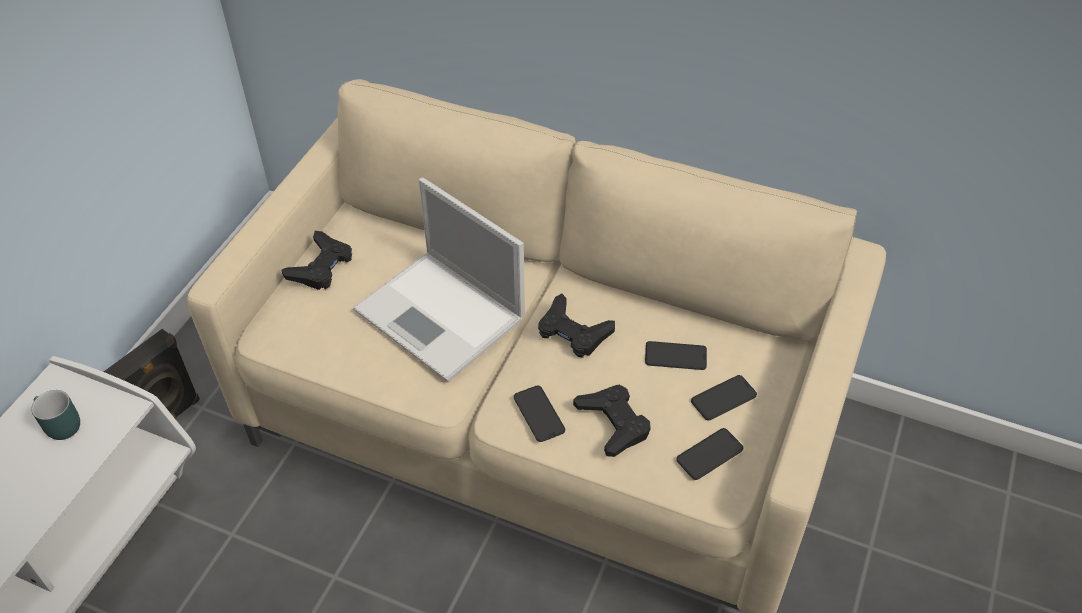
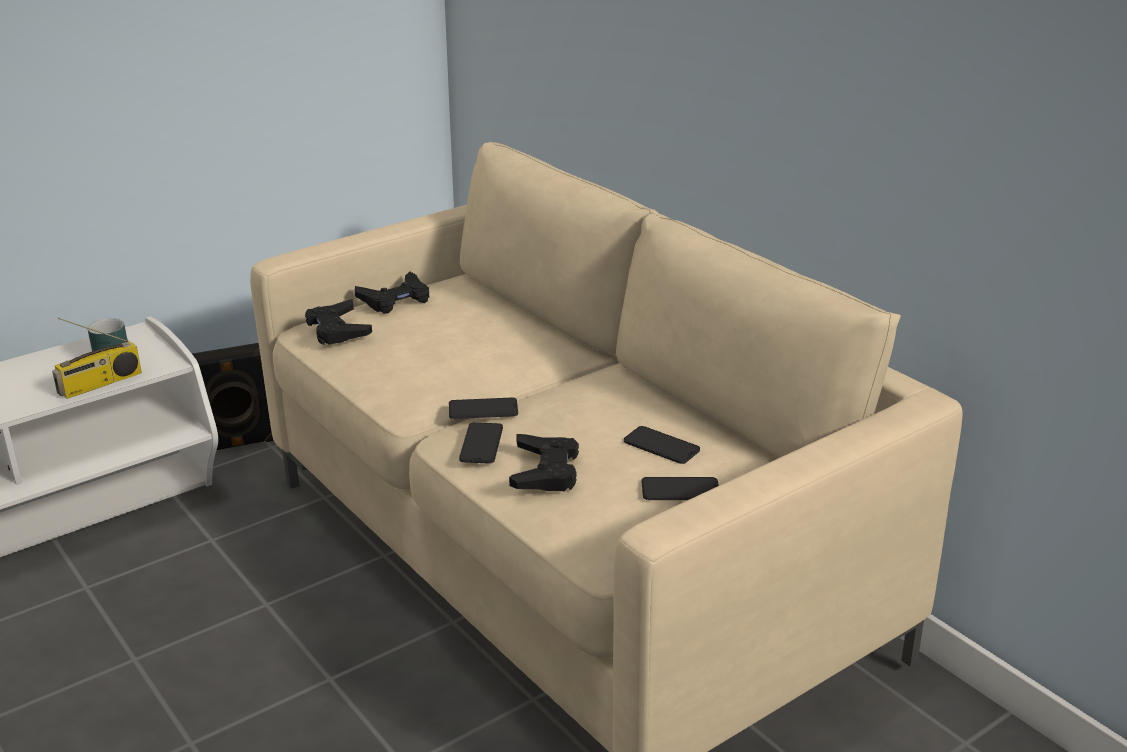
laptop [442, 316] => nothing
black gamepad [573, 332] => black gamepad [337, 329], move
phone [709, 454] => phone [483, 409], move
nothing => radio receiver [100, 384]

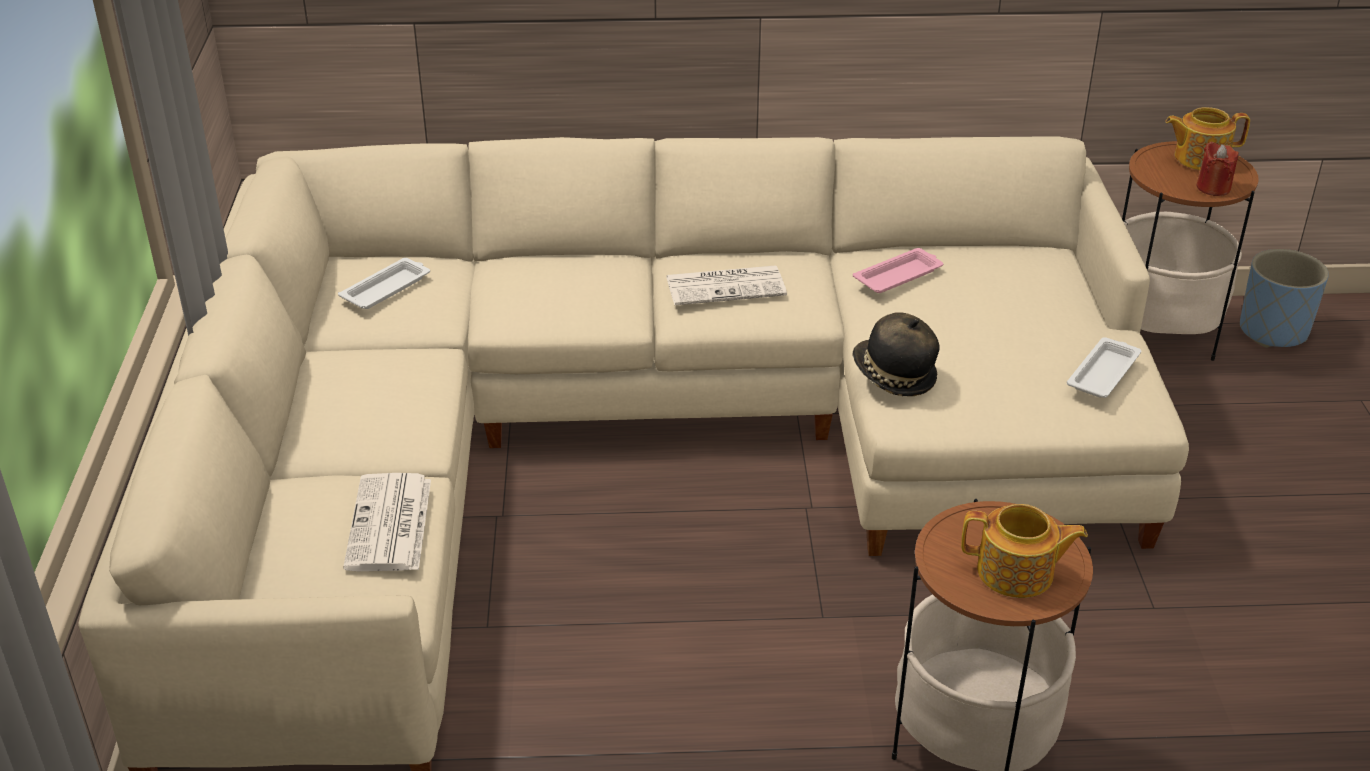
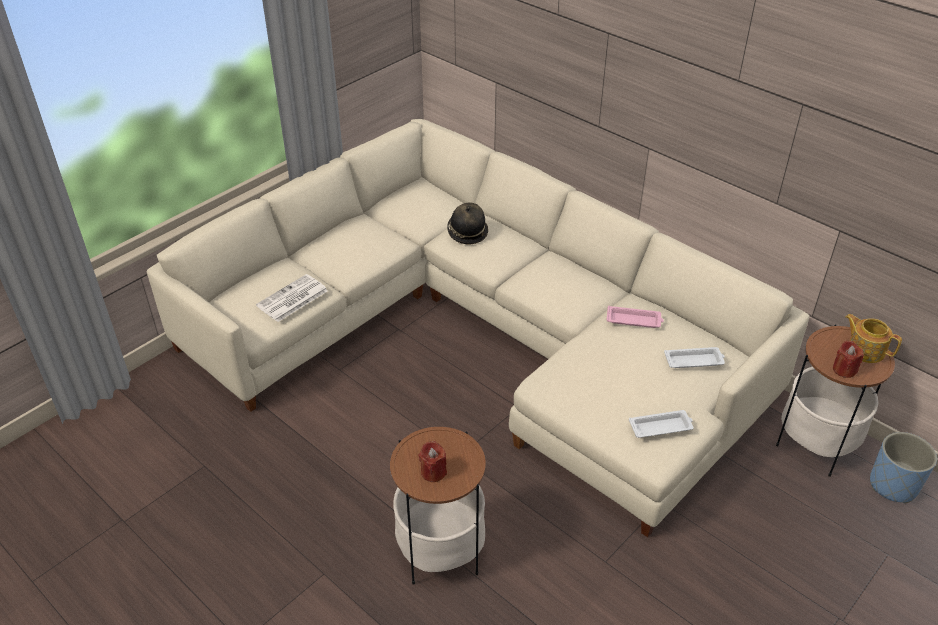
white tray [387, 288] => white tray [694, 361], move
newspaper [727, 286] => nothing
hat [893, 376] => hat [467, 232], move
tea pot [1017, 573] => red-coloured candle [433, 472]

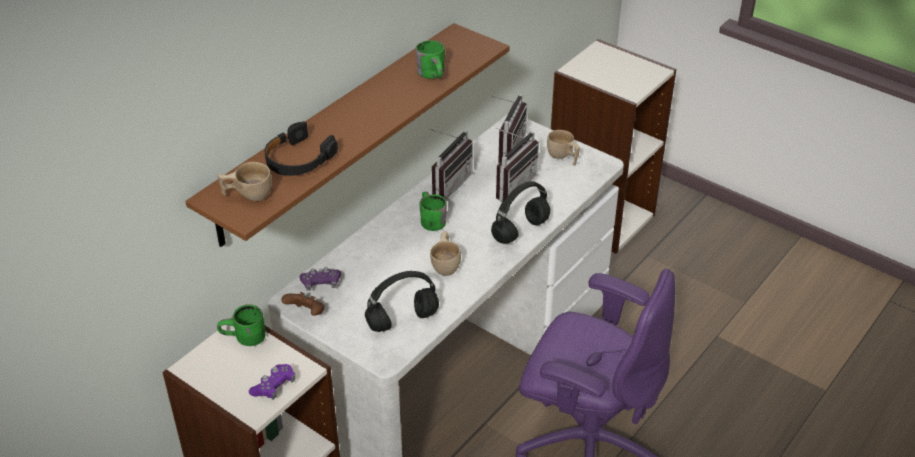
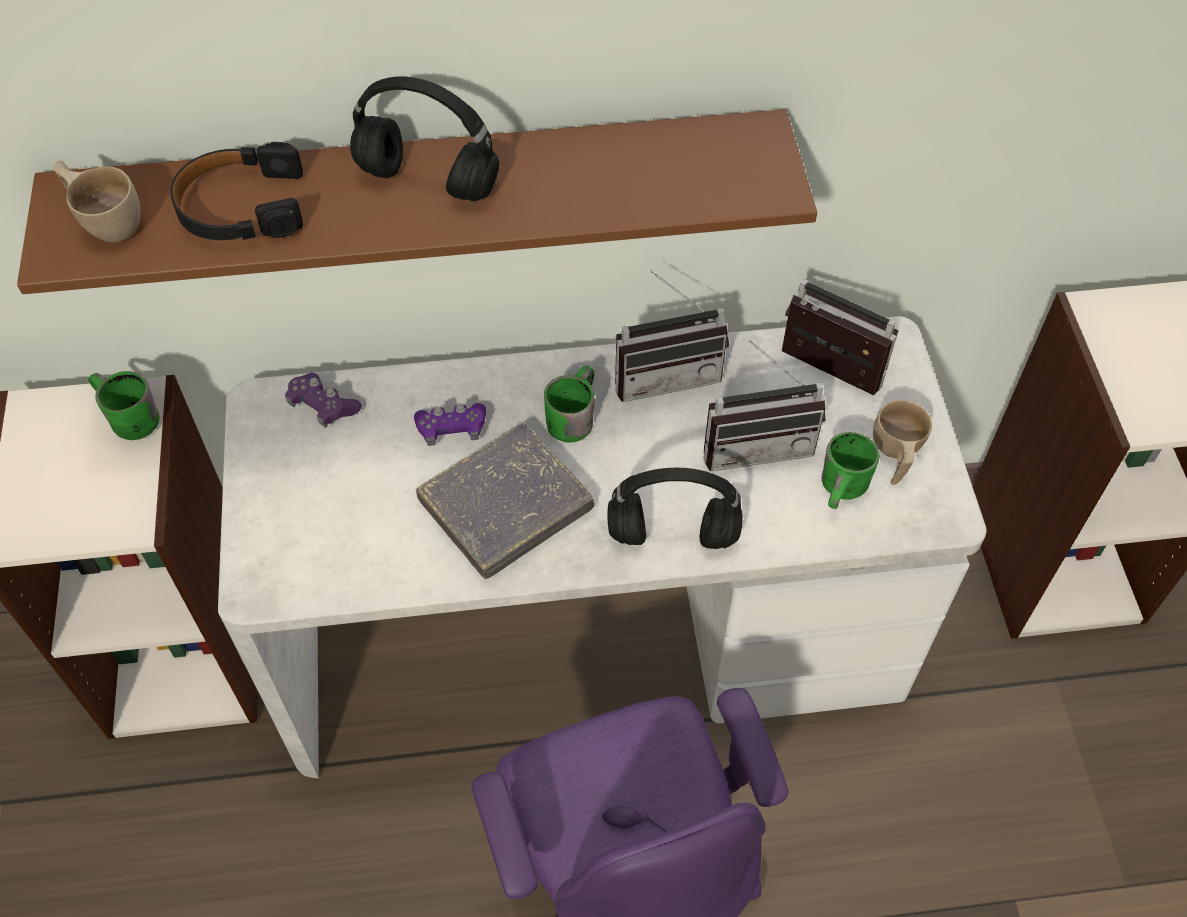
purple-coloured gamepad [274, 387] => purple-coloured gamepad [452, 429], move
brownish gamepad [306, 313] => nothing
black headphones [401, 321] => black headphones [425, 181], move
green-coloured tea mug [435, 75] => green-coloured tea mug [845, 491], move
beige-coloured drinking cup [446, 264] => grey book [506, 505]
radio receiver [505, 148] => radio receiver [824, 375], 120 degrees counterclockwise

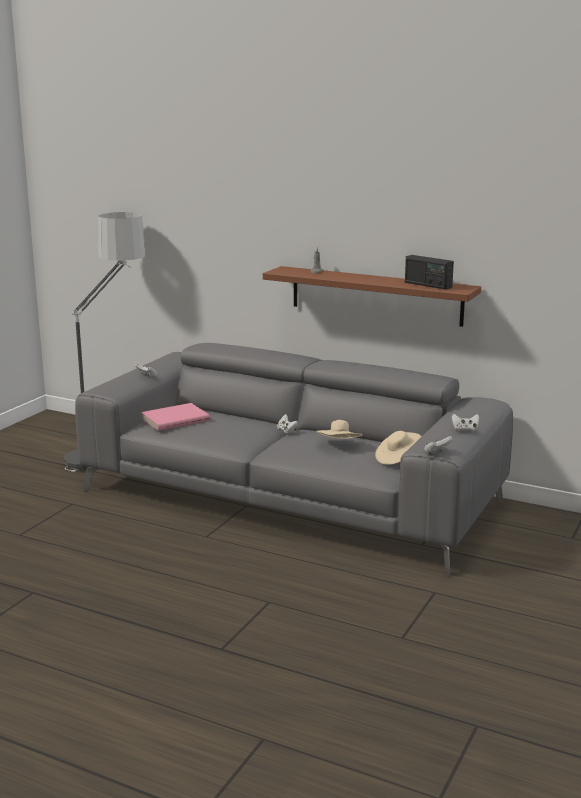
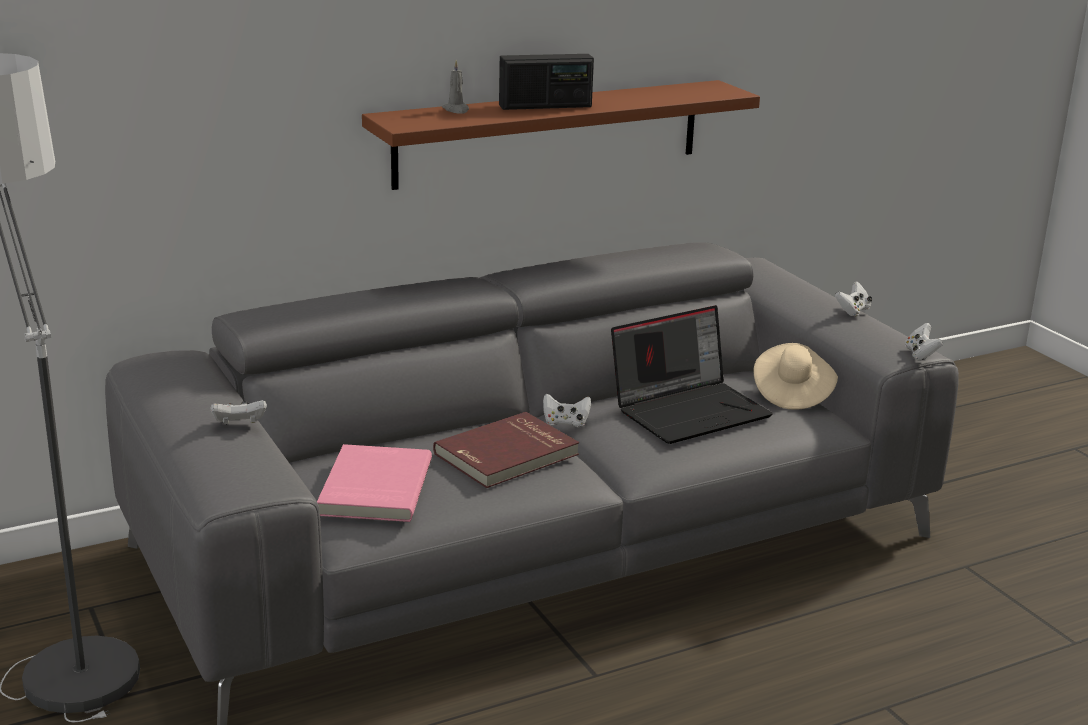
beige-coloured hat [339, 445] => laptop [690, 410]
radio receiver [428, 285] => radio receiver [545, 106], move
nothing => red-coloured book [508, 455]

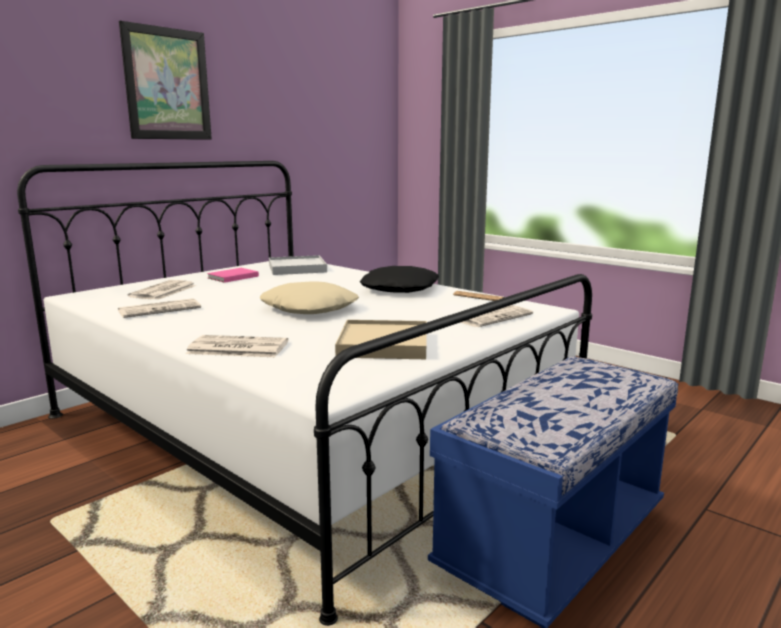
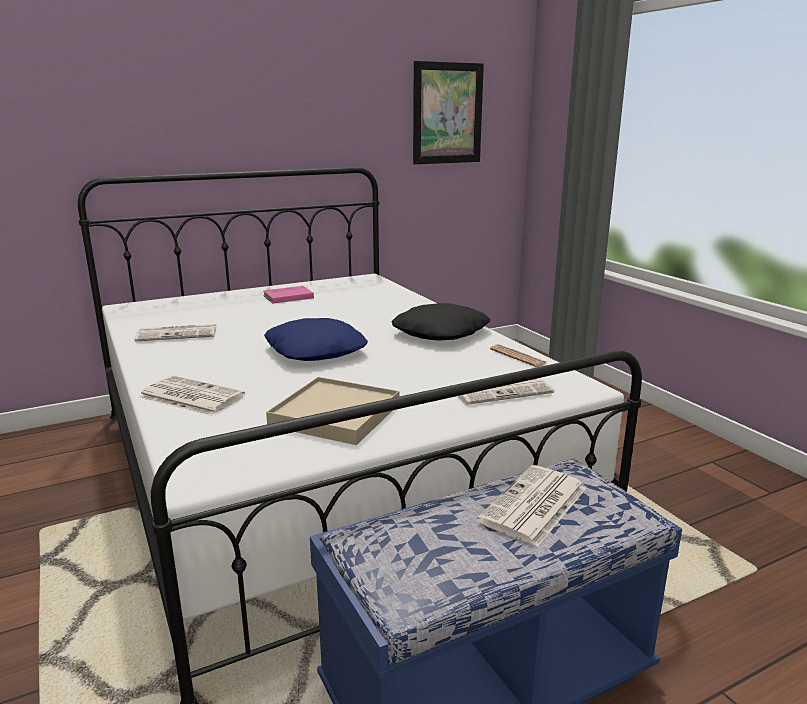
wall picture [167, 84] => wall picture [447, 113], move
newspaper [163, 291] => newspaper [534, 506], move
beige-coloured pillow [310, 308] => bluish pillow [316, 350]
white tray [297, 268] => nothing

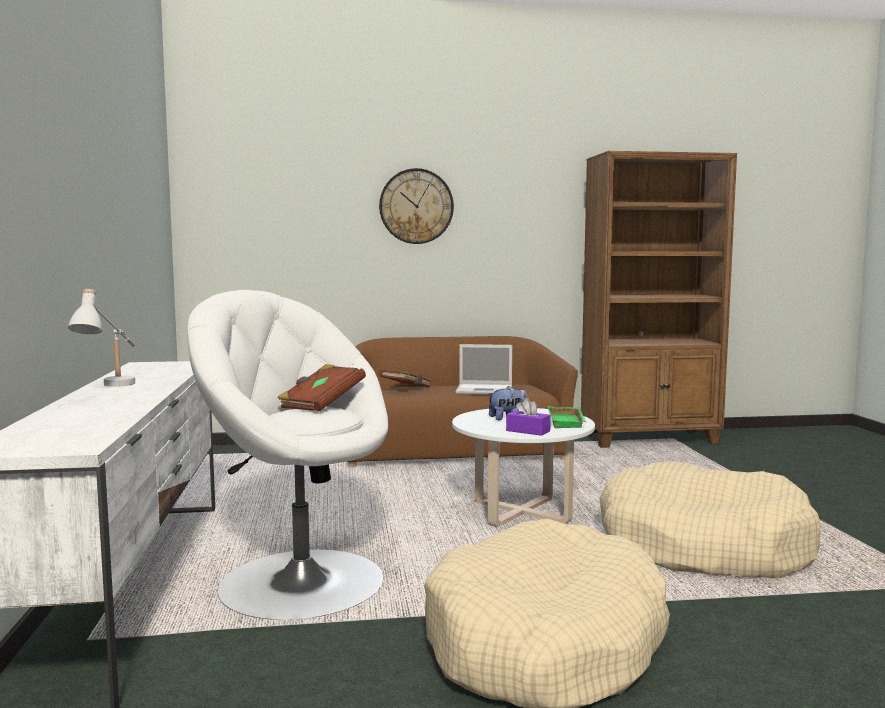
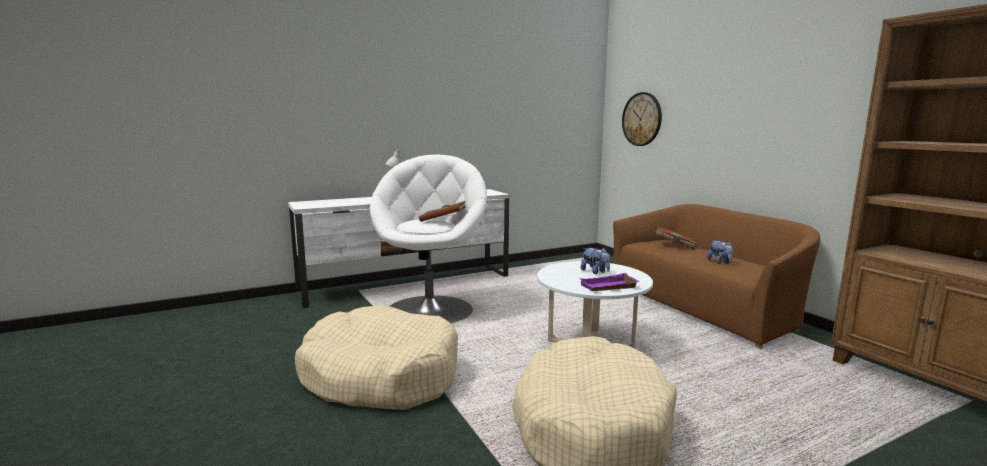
wall clock [416, 206] => wall clock [642, 119], move
laptop [485, 390] => plush toy [720, 262]
purple-coloured tissue box [528, 431] => nothing
green-coloured tray [568, 422] => purple-coloured tray [608, 287]

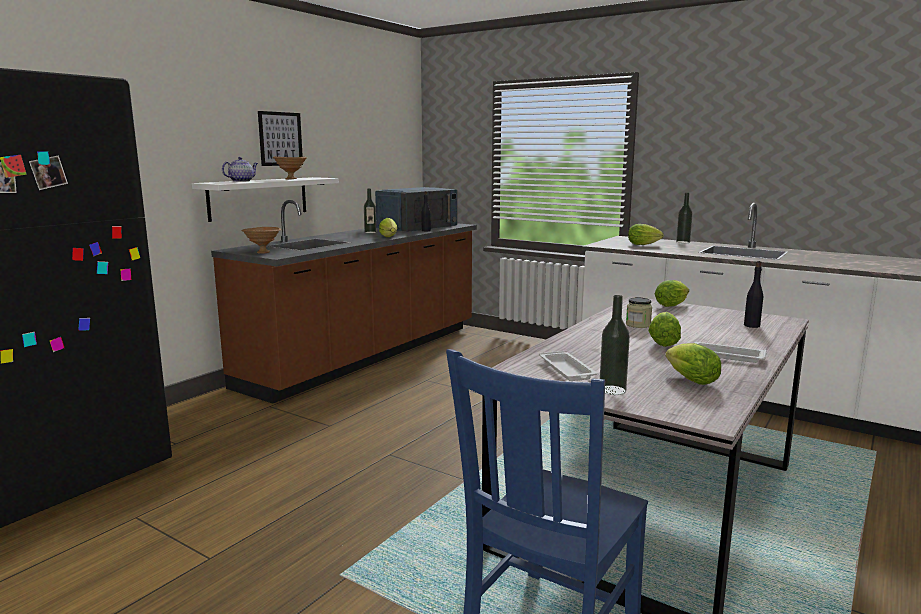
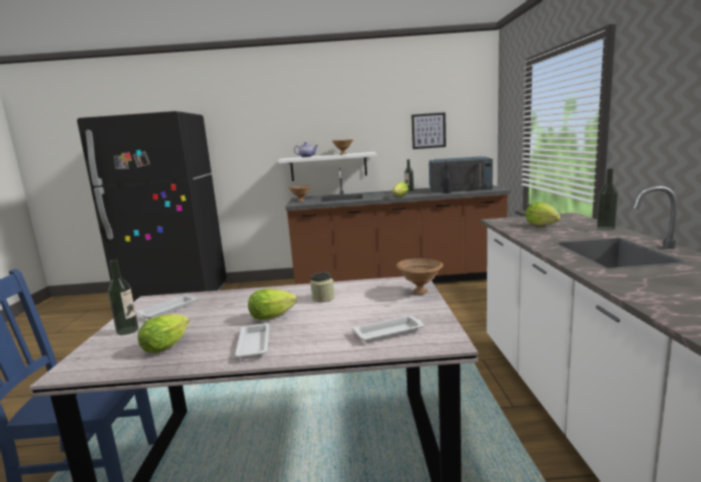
wall picture [280, 139] => wall picture [428, 131], move
lettuce [672, 305] => brownish serving bowl [420, 291]
black bottle [751, 325] => white tray [389, 332]

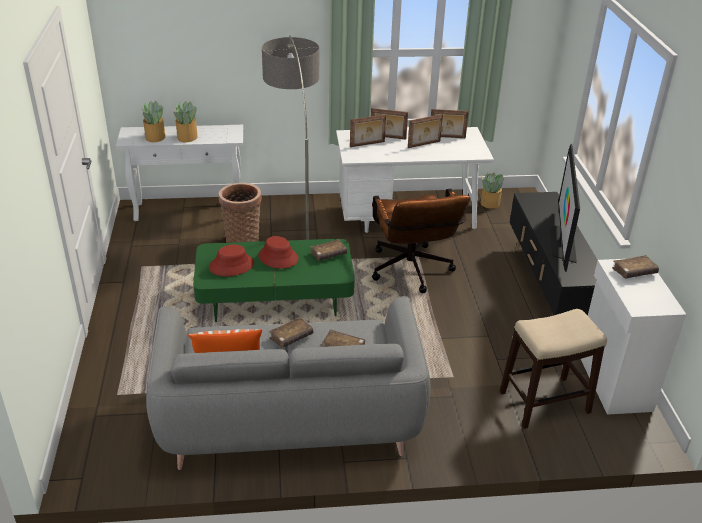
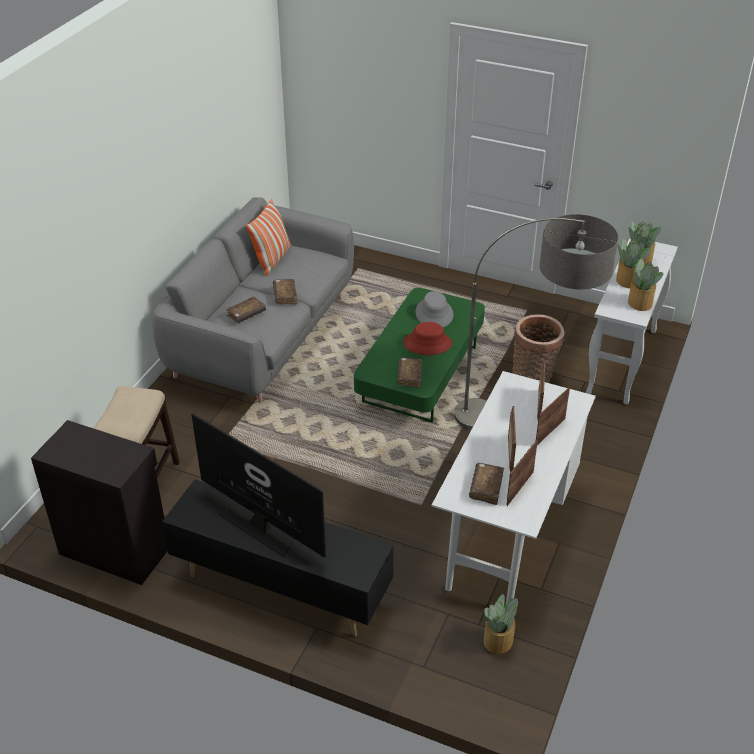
red-coloured hat [231, 265] => grey hat [434, 314]
brownish desk chair [412, 273] => nothing
white cupboard [613, 382] => black cupboard [115, 549]
brownish book [634, 272] => brownish book [486, 487], move
nothing => plant in a pot [640, 303]

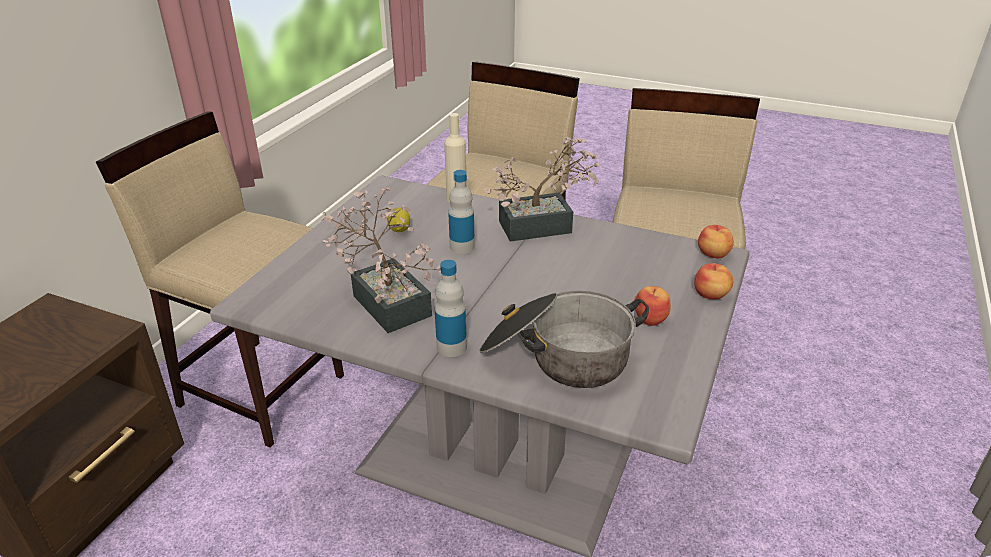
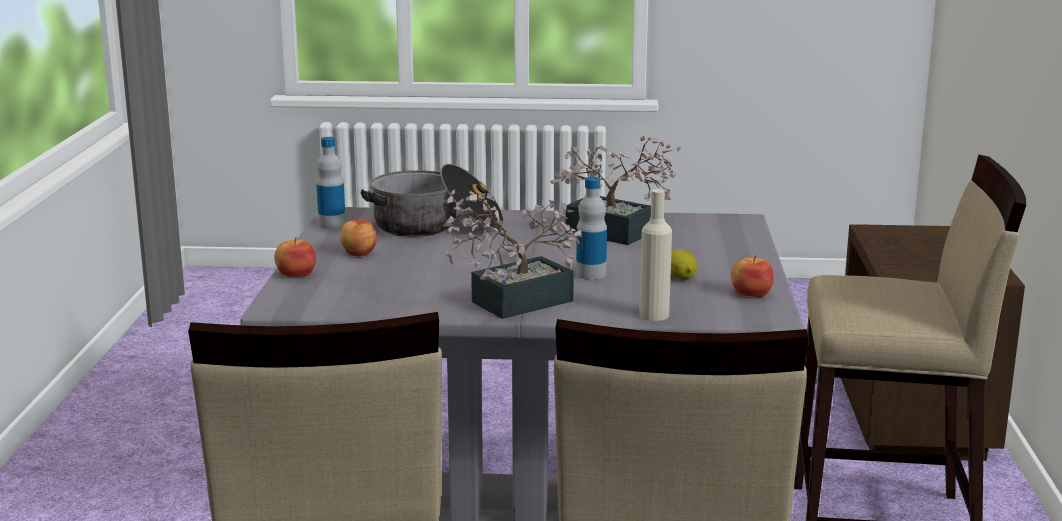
bottle [451, 347] => bottle [332, 225], move
apple fruit [713, 254] => apple fruit [751, 294], move

